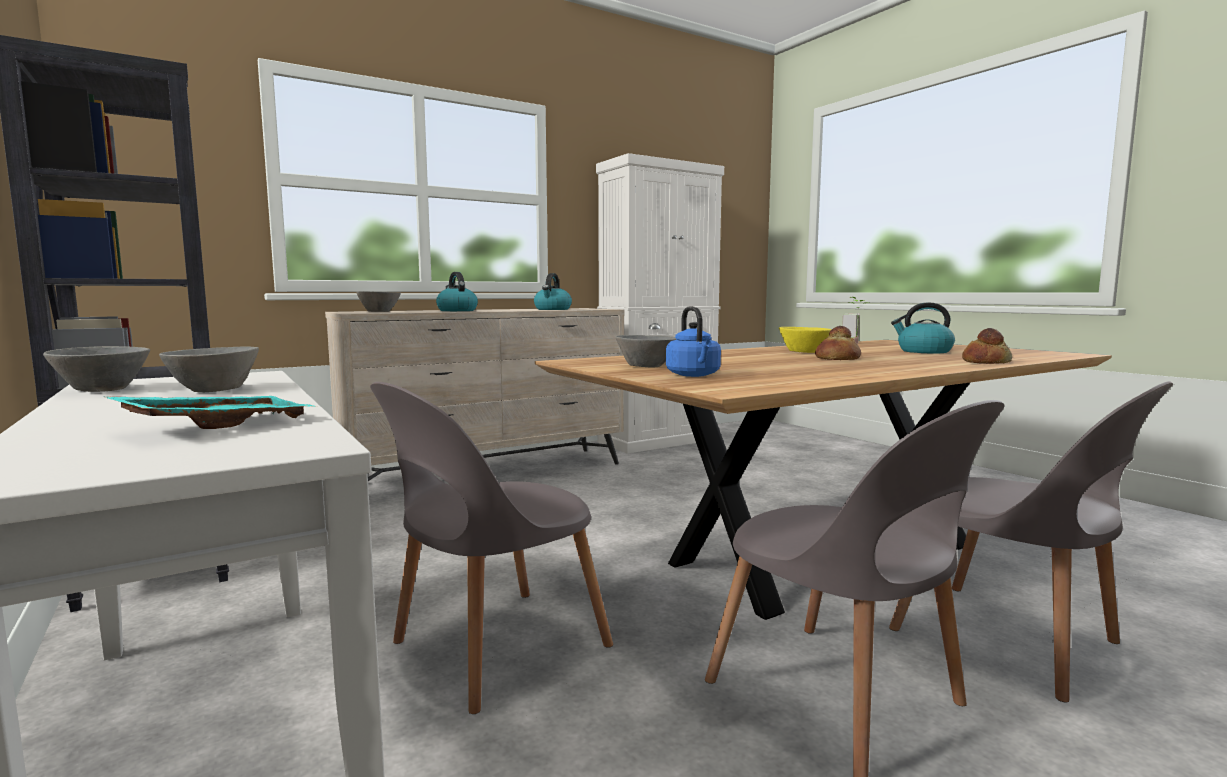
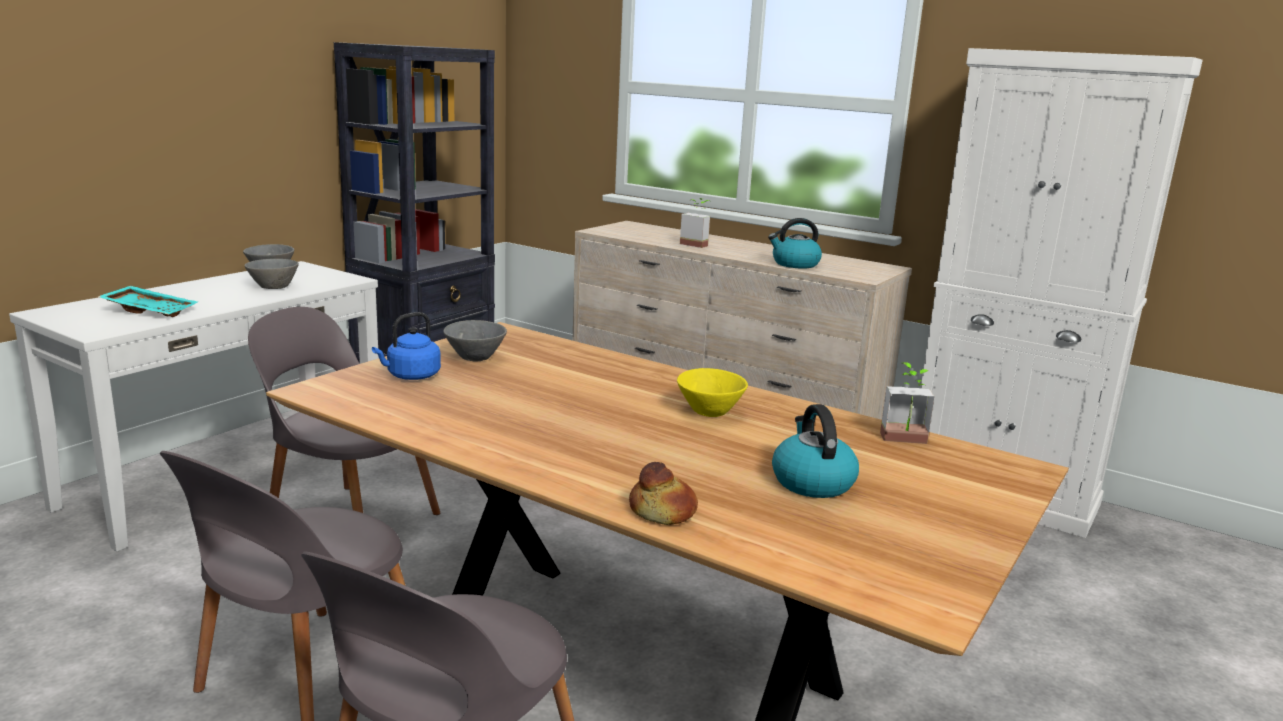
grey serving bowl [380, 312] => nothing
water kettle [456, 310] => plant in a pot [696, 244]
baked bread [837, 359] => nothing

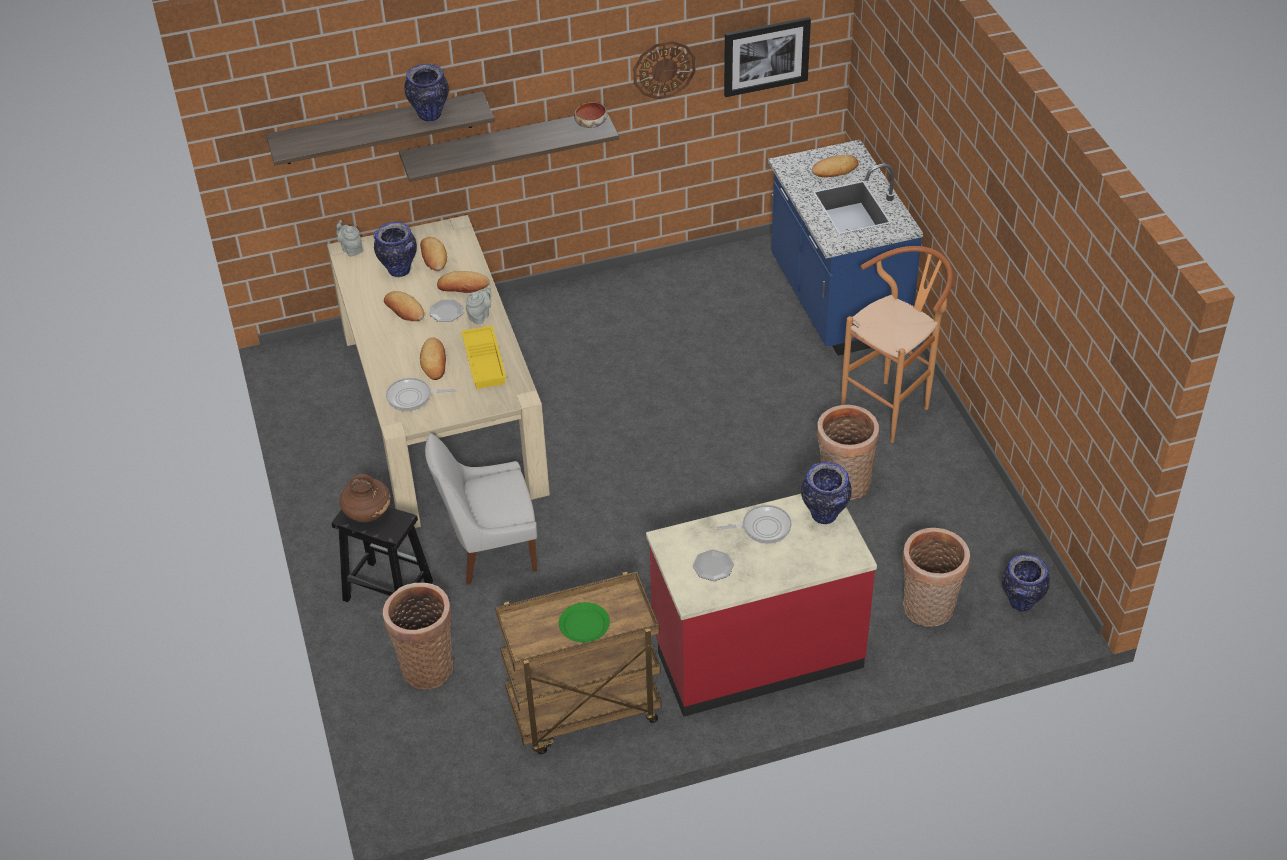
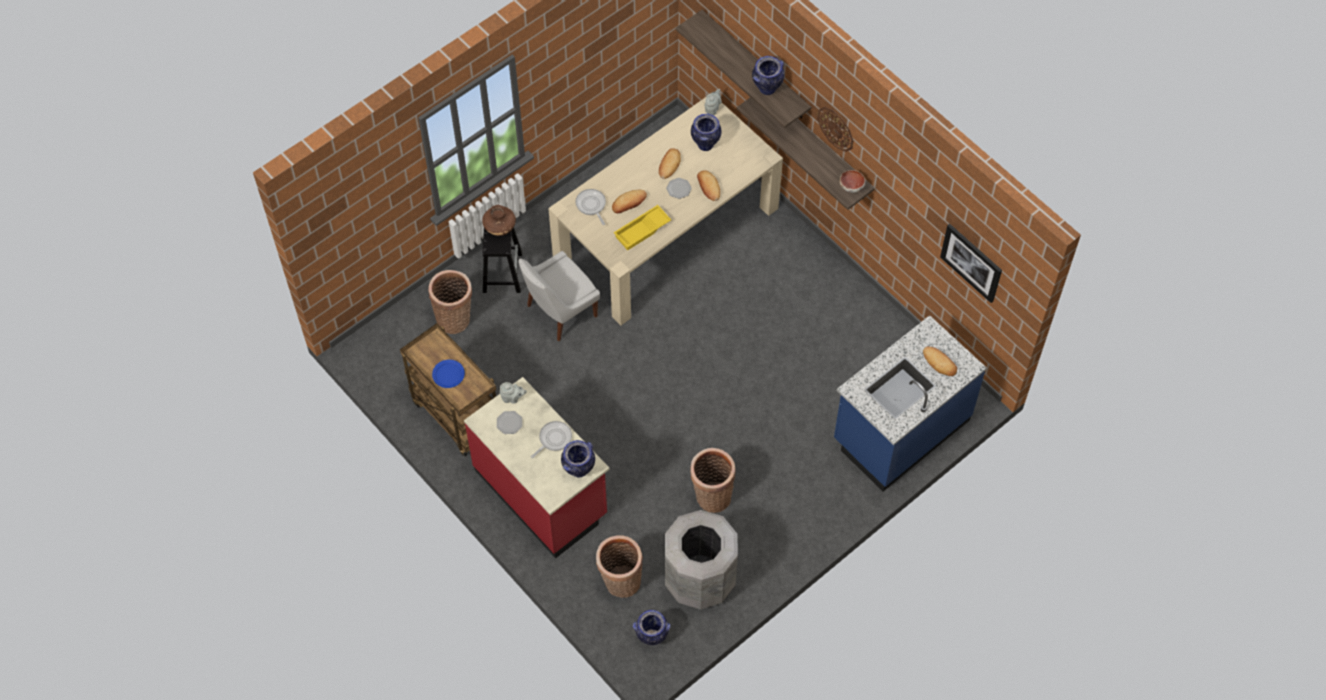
baked bread [433, 257] => nothing
white plain chair [490, 550] => white plain chair [559, 312], 90 degrees counterclockwise
grey tea pot [480, 316] => grey tea pot [512, 398], move
green-coloured plate [584, 624] => bluish plate [448, 375]
wall clock [664, 69] => wall clock [836, 128], move
frying pan [763, 527] => frying pan [553, 439], 105 degrees counterclockwise
brownish sitting stool [892, 406] => nothing
nothing => grey waste bin [700, 580]

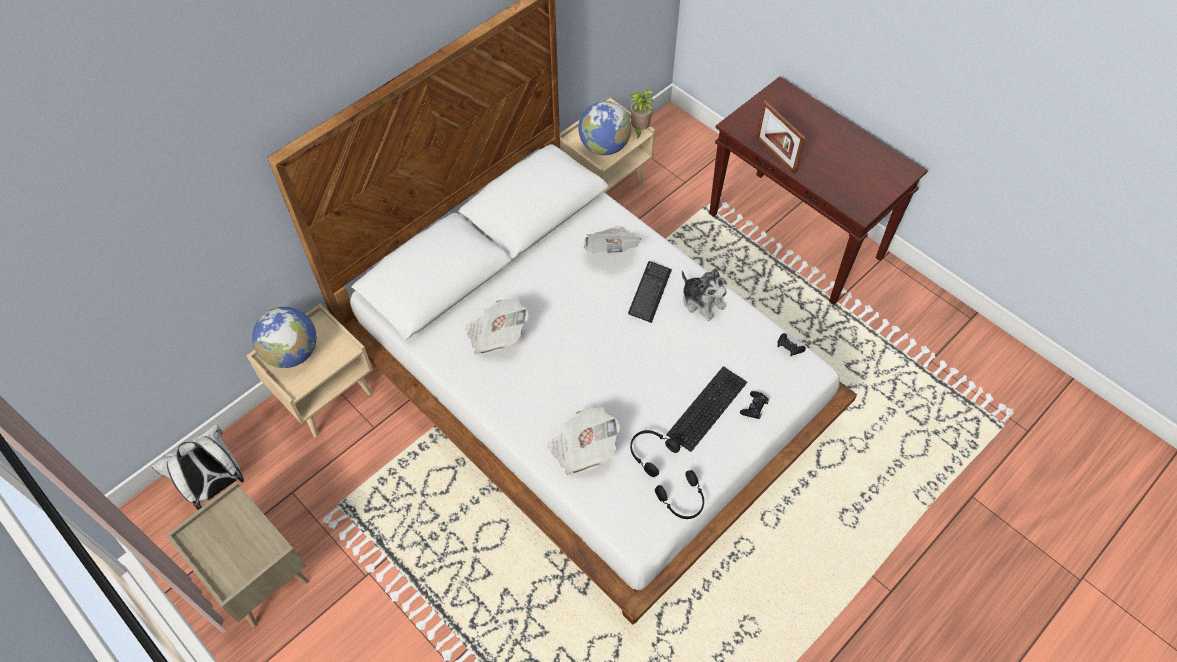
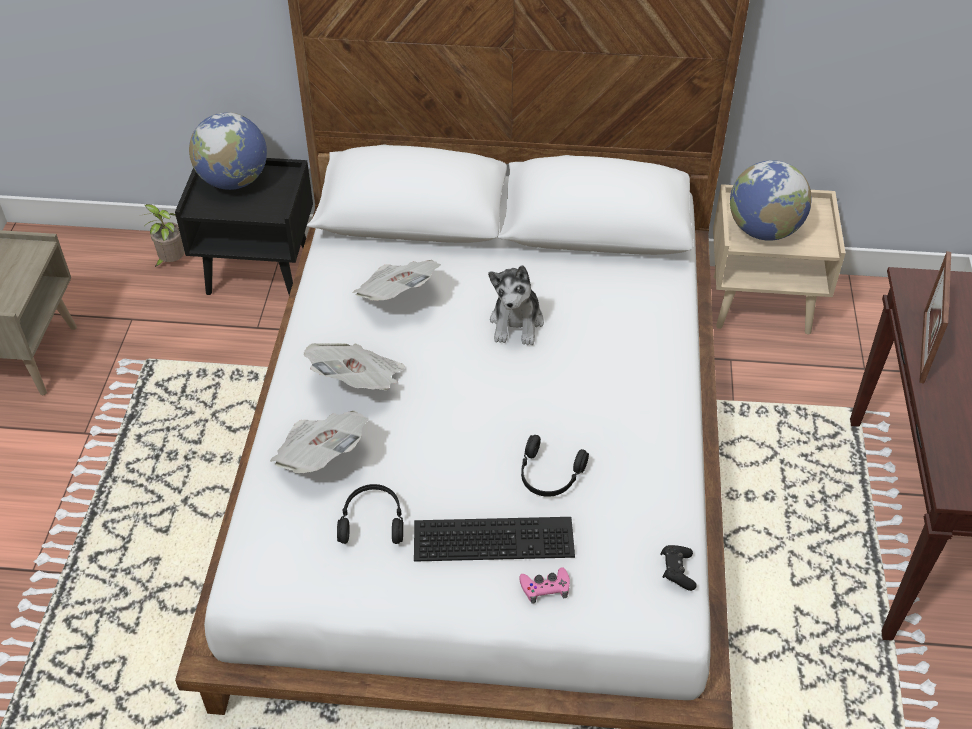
white rucksack [216, 486] => nothing
beige-coloured bedside table [326, 395] => black bedside table [260, 271]
newspaper [611, 250] => newspaper [359, 382], move
keyboard [649, 292] => nothing
plant in a pot [639, 130] => plant in a pot [171, 262], move
black headphones [683, 500] => black headphones [549, 476], move
plush toy [702, 301] => plush toy [517, 323], move
black gamepad [754, 407] => pink gamepad [545, 587]

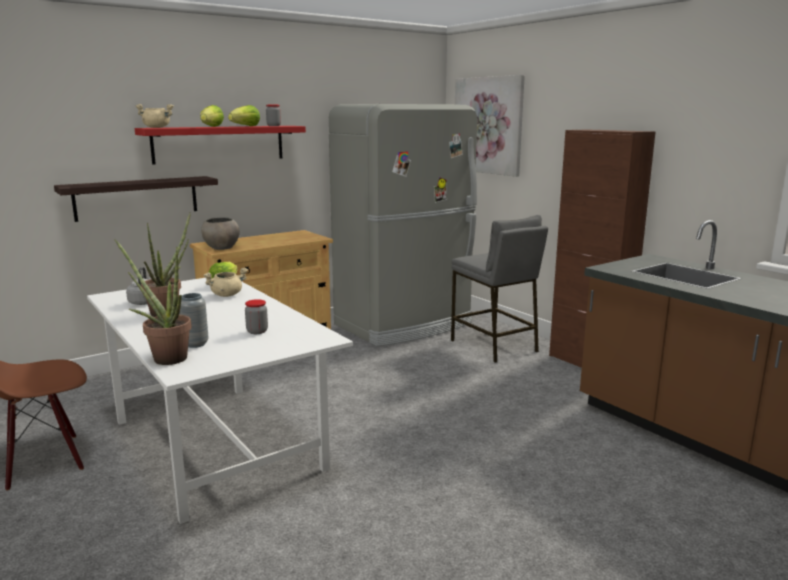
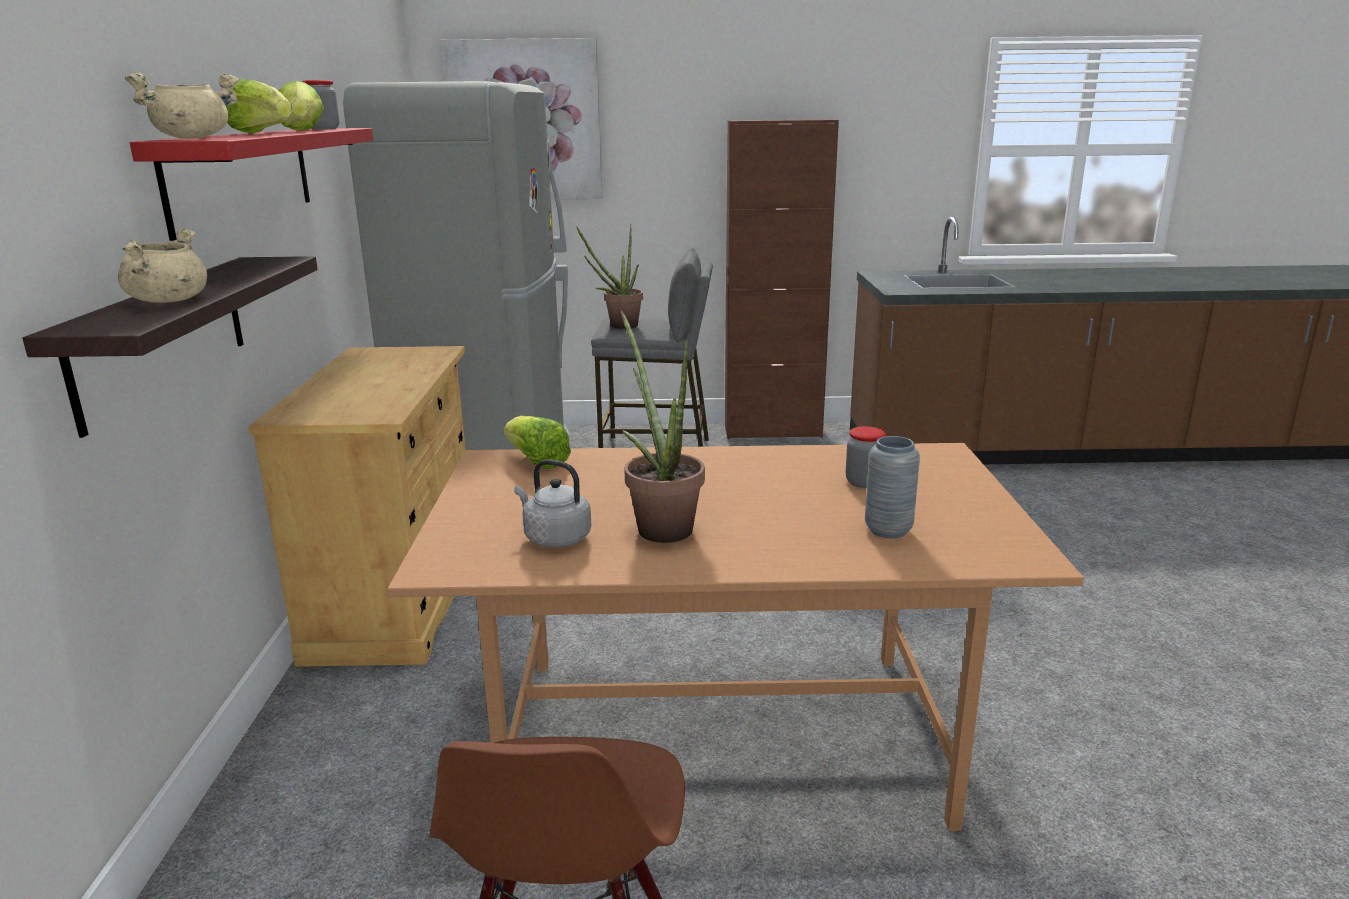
white kitchen table [214, 444] => brownish kitchen table [719, 738]
plant in a pot [164, 357] => plant in a pot [618, 326], move
grey serving bowl [221, 248] => nothing
beige-coloured saucepot [227, 295] => beige-coloured saucepot [168, 300], move

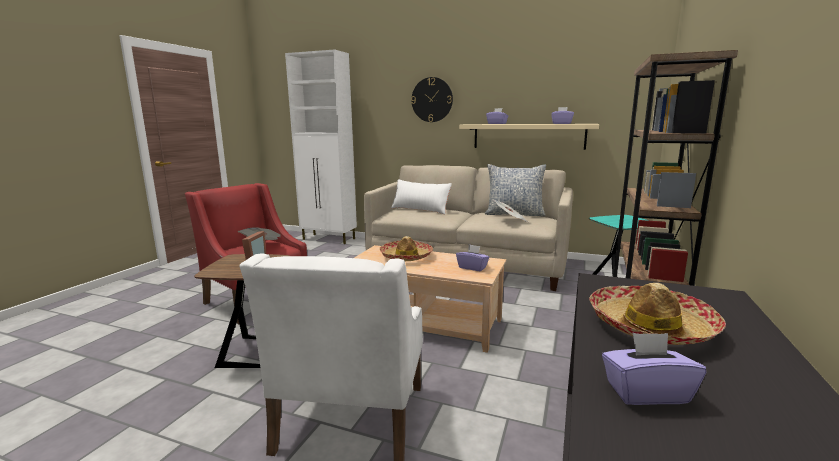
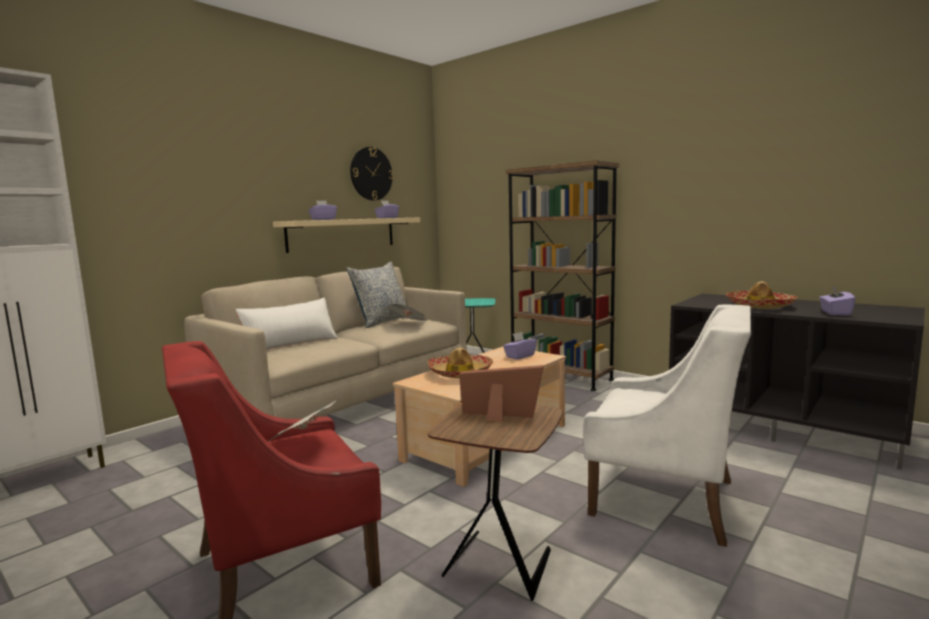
wall clock [432, 99] => wall clock [371, 174], move

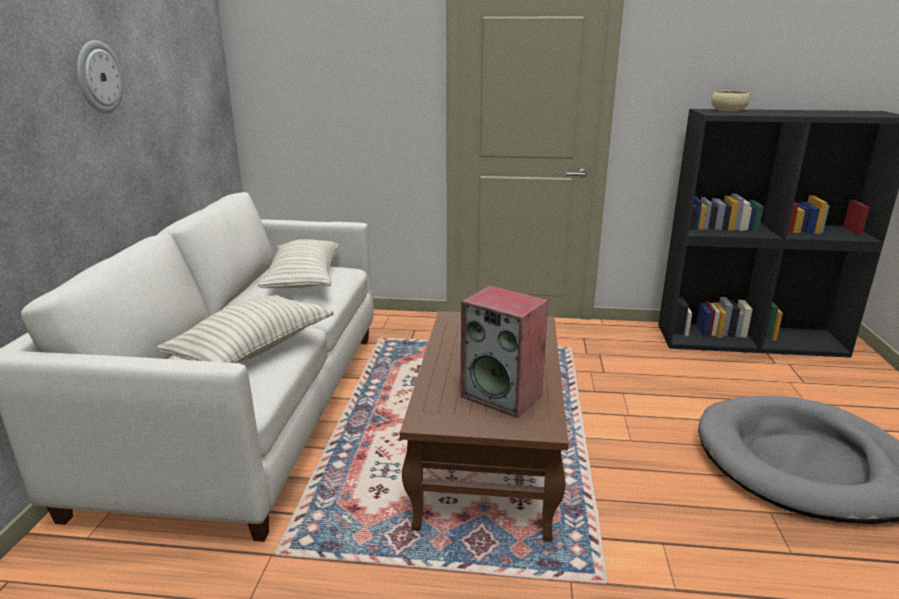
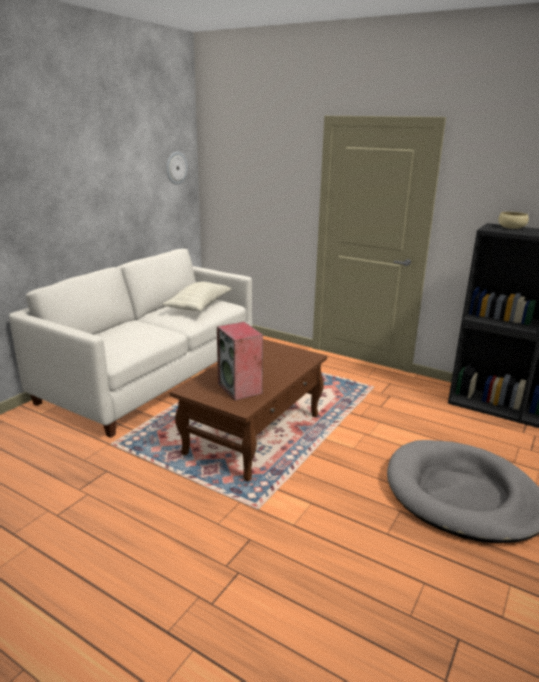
wall clock [98, 77] => wall clock [176, 168], move
pillow [253, 350] => nothing

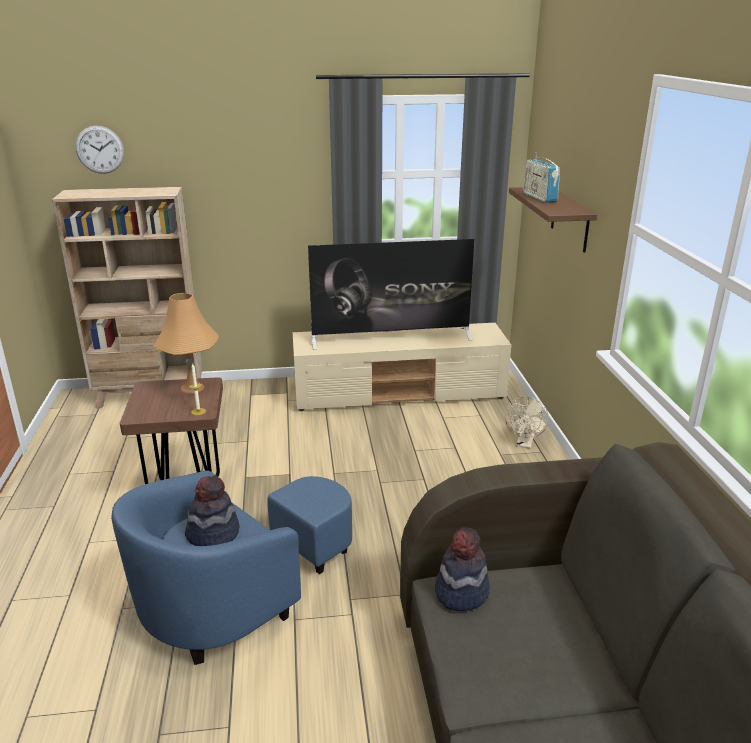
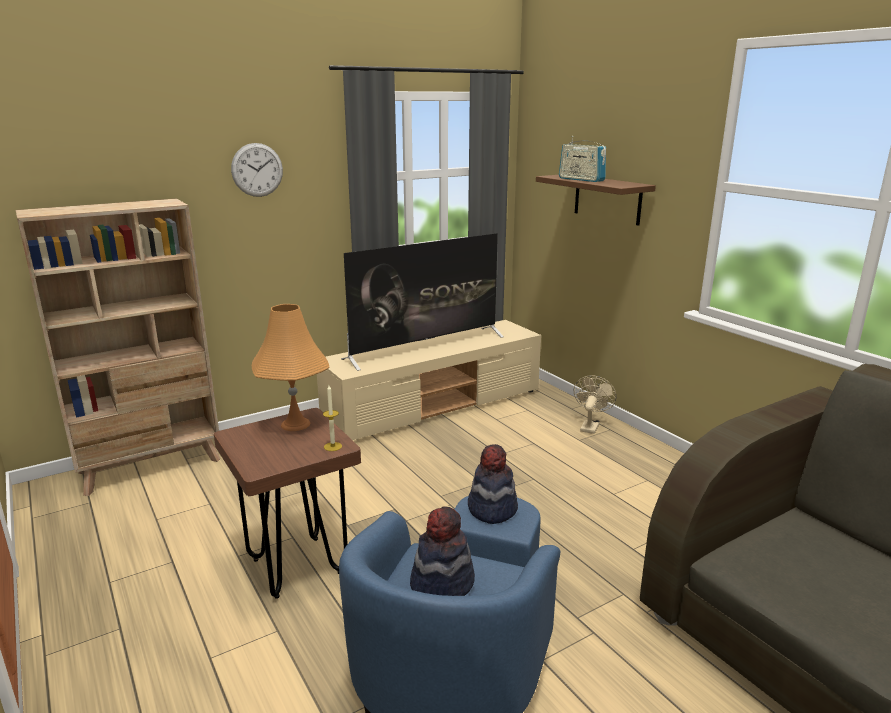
wall clock [100, 149] => wall clock [257, 170], move
hat [461, 592] => hat [492, 509], move
beige-coloured fan [524, 444] => beige-coloured fan [590, 426], 150 degrees counterclockwise

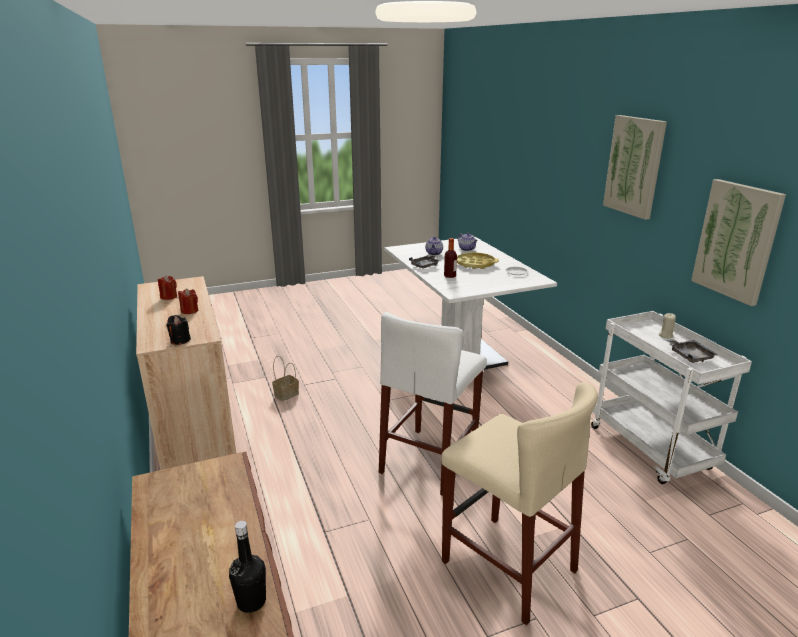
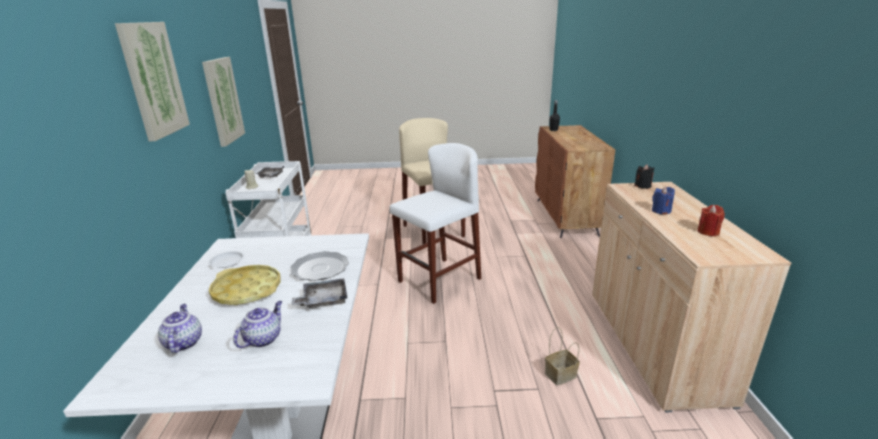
red-coloured candle [189, 311] => bluish candle [661, 211]
bottle [450, 276] => plate [320, 268]

